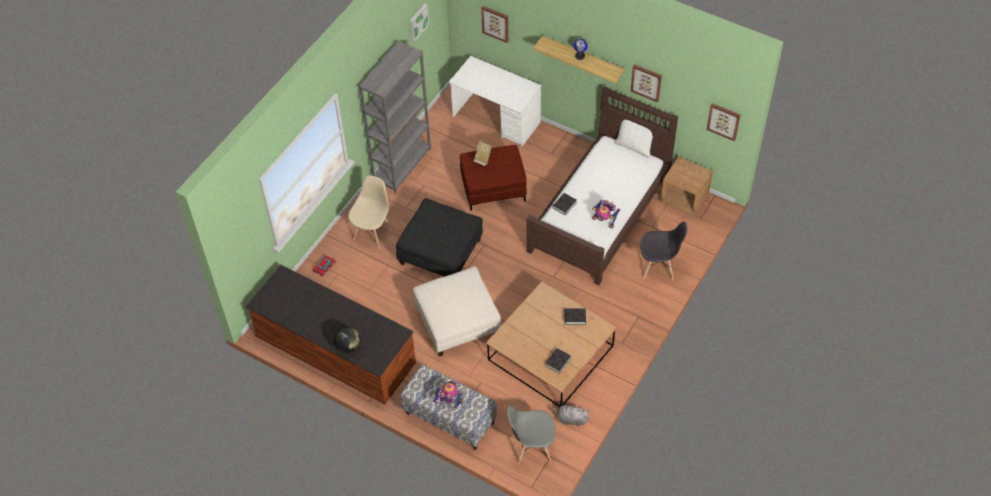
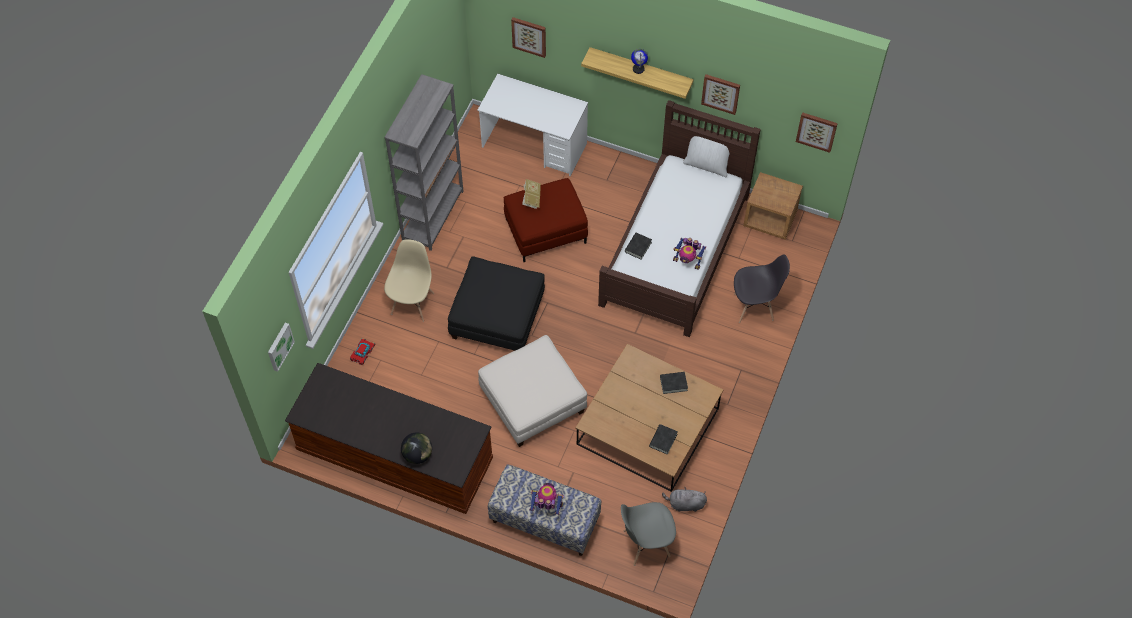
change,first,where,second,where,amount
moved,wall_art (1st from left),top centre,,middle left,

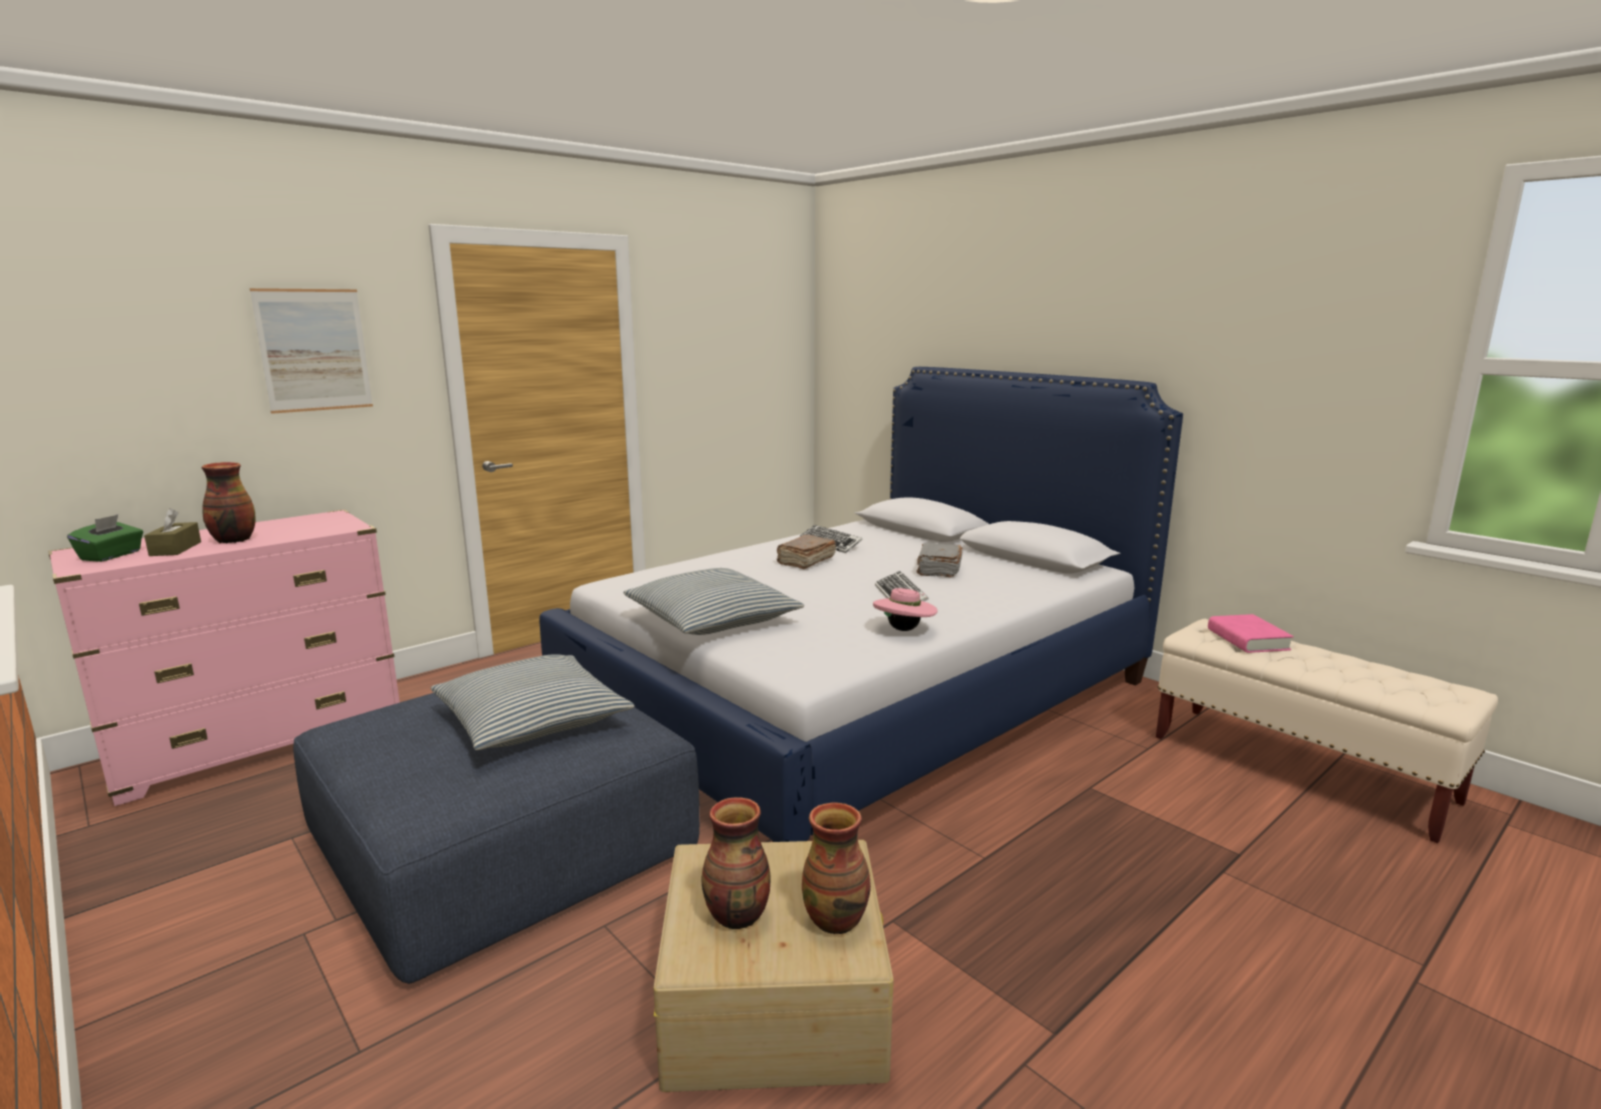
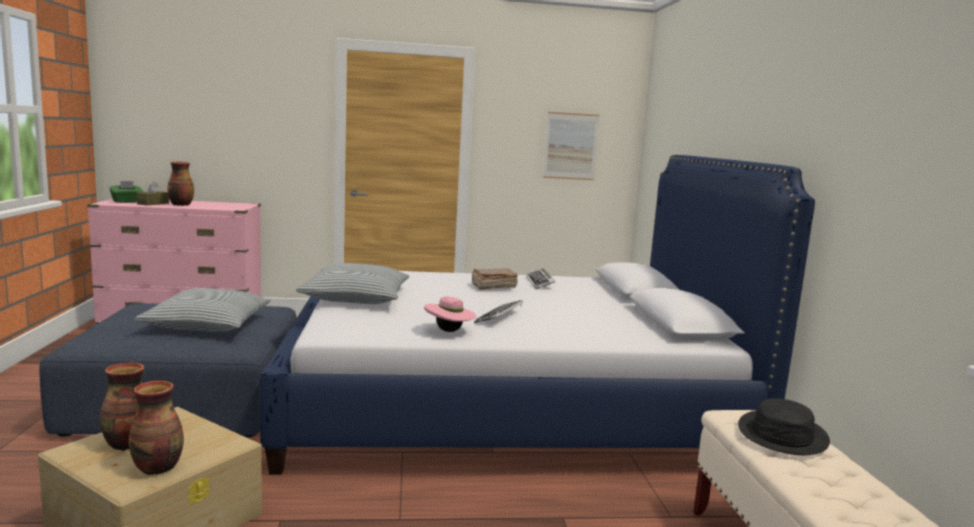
change,first,where,second,where,amount
removed,greyish_volume,centre,,,
moved,wall_art,top left,,top centre,
replaced,pink_volume,middle right,black_clothing_hat,bottom right,

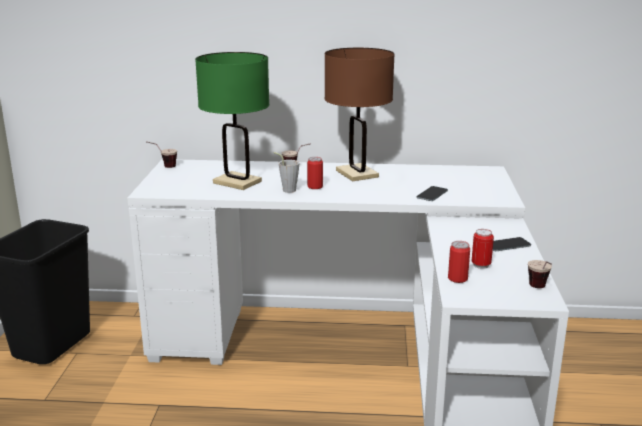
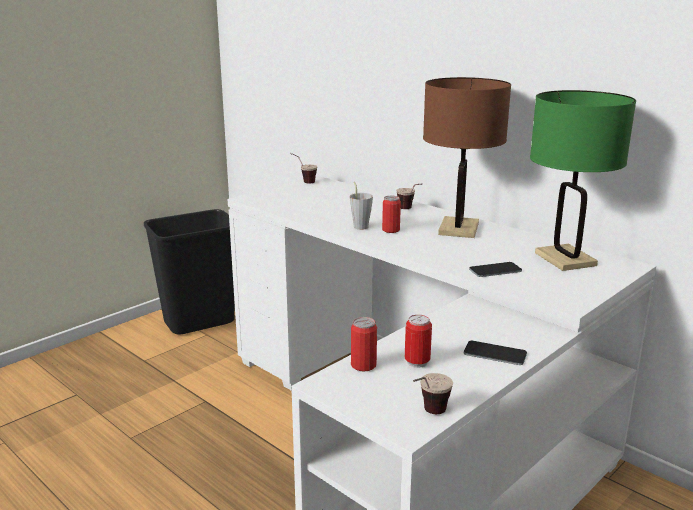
change,first,where,second,where,amount
moved,green-coloured_tabletop_lamp,top centre,,middle right,

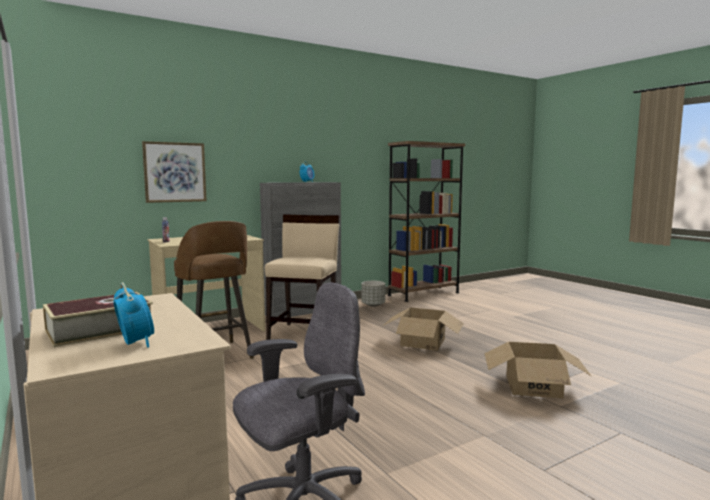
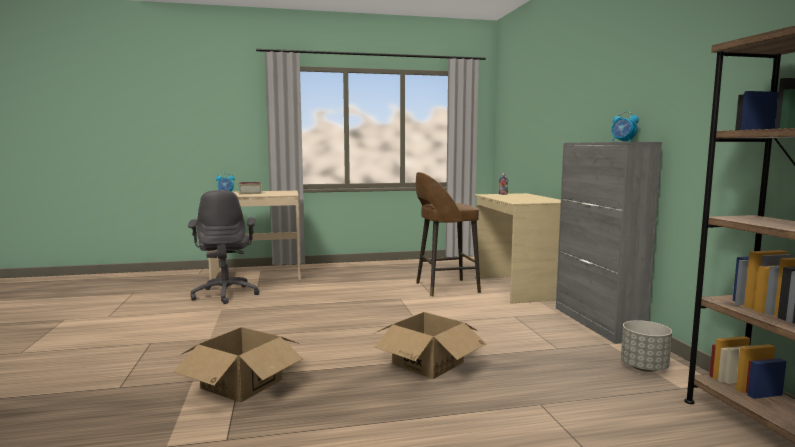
change,first,where,second,where,amount
removed,wall_art,middle left,,,
removed,sand-coloured_chair,centre,,,

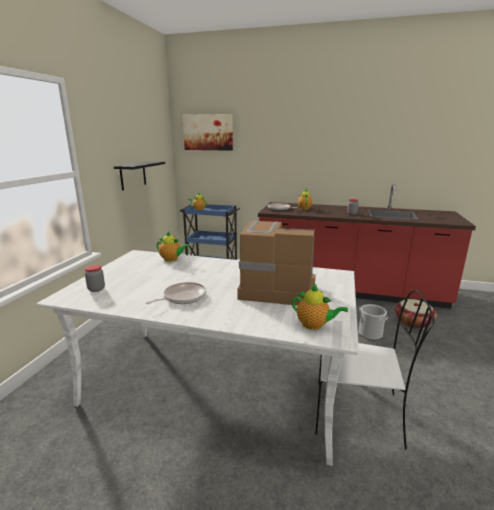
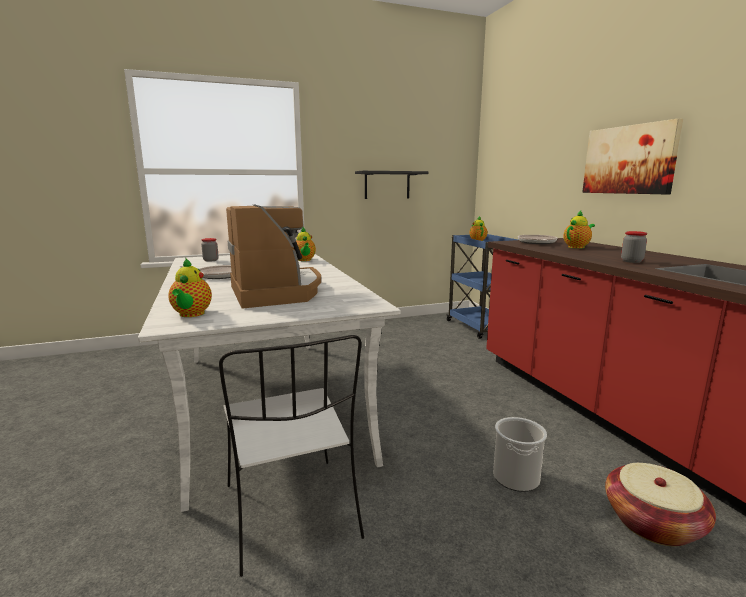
change,first,where,second,where,amount
moved,wall_art,top centre,,top right,

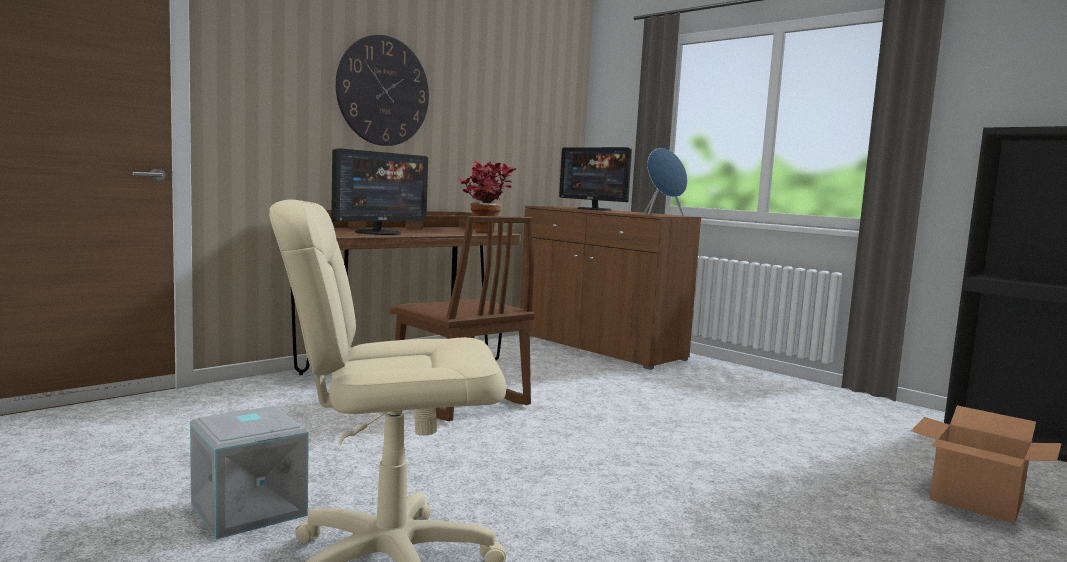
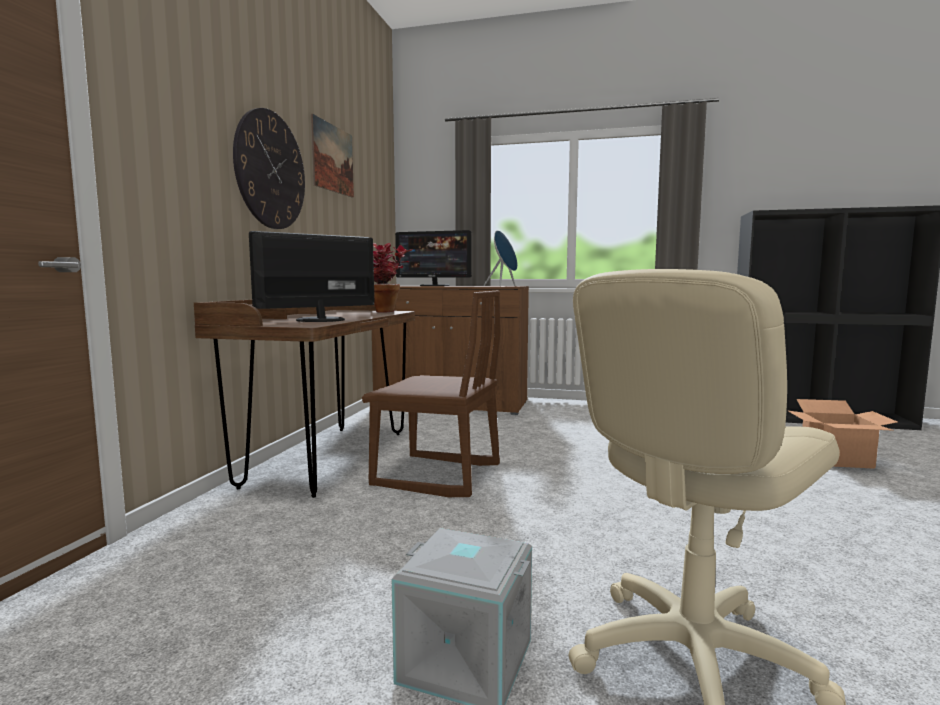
change,first,where,second,where,amount
added,,,wall_art,top centre,
turned,computer_screen (1st from left),centre,,middle left,135 degrees counterclockwise

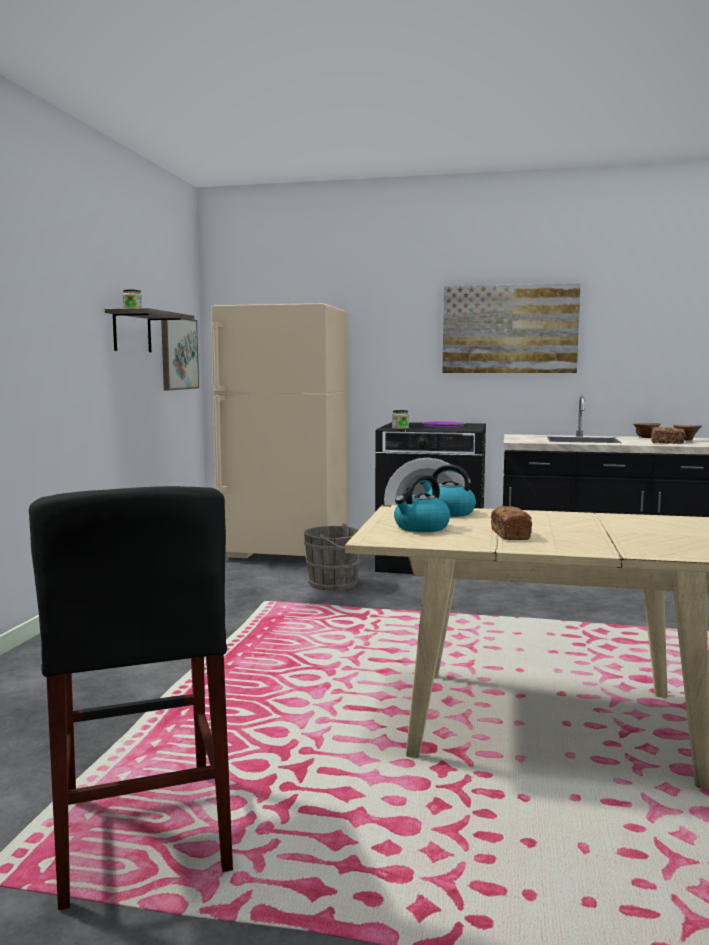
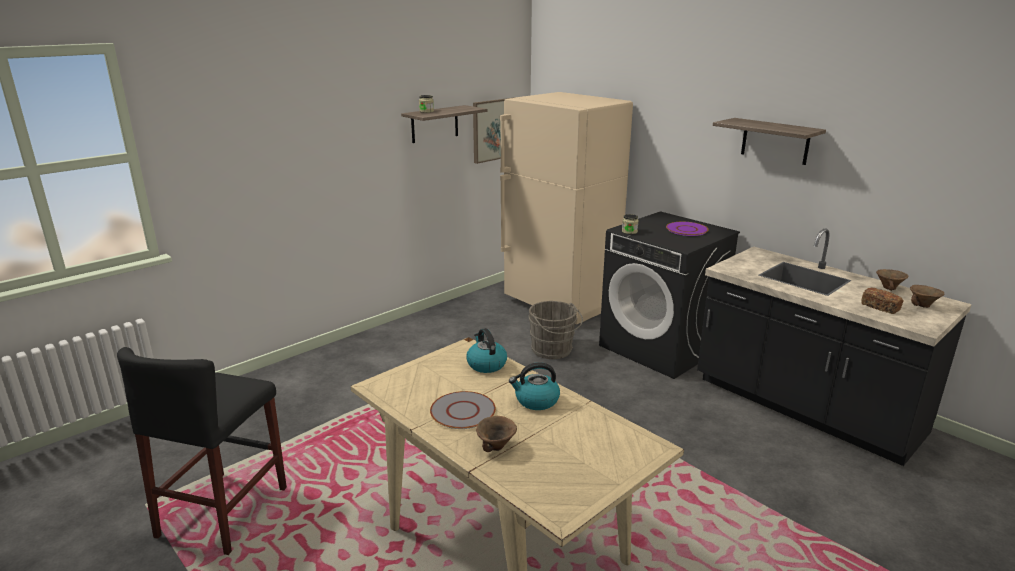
change,first,where,second,where,amount
added,,,brown-coloured_deep_dish (1st from left),bottom centre,
moved,water_kettle (1st from left in the first image),centre,water_kettle (2nd from left),bottom centre,
replaced,wall_art (2nd from left),middle right,wall_shelf (2nd from left),top right,
replaced,bread (1st from left),middle right,greyish_flat_dish,bottom centre,

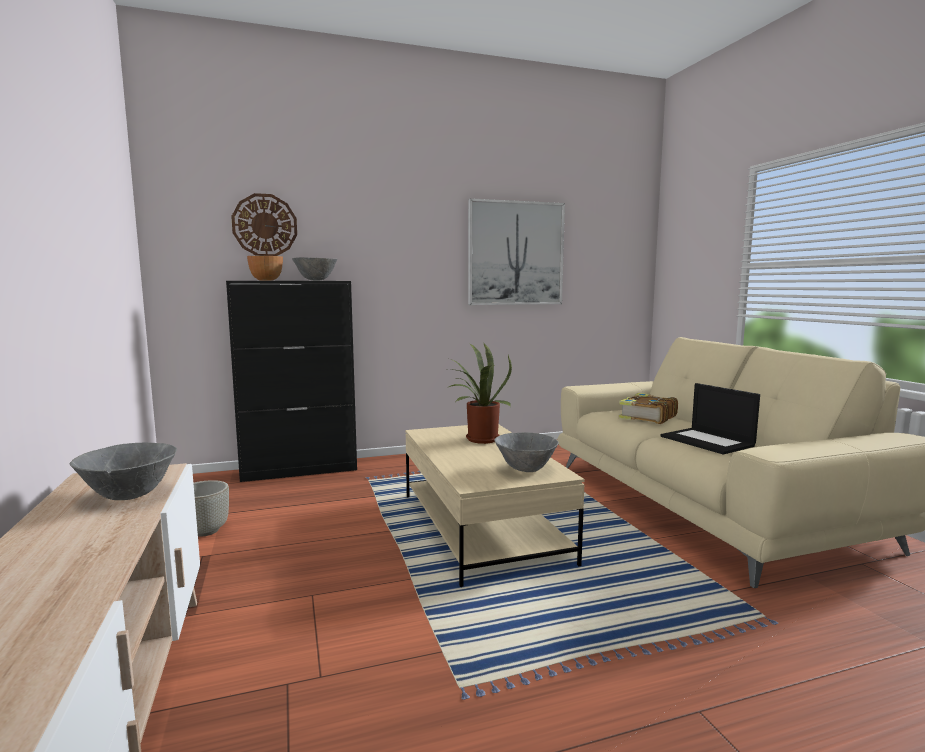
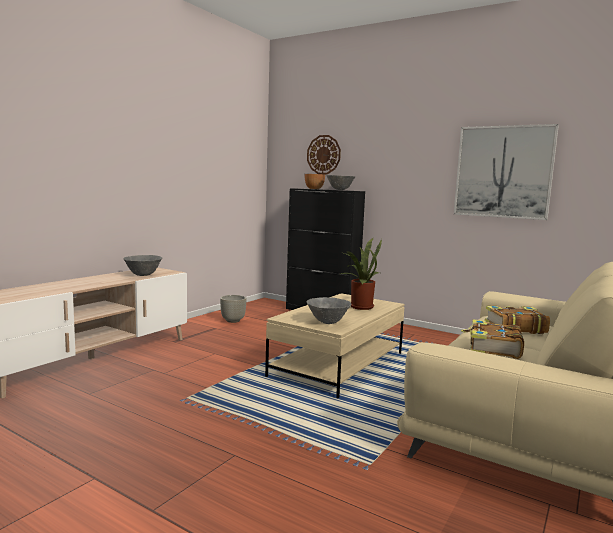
change,first,where,second,where,amount
replaced,portable_computer,middle right,volume (1st from left),middle right,

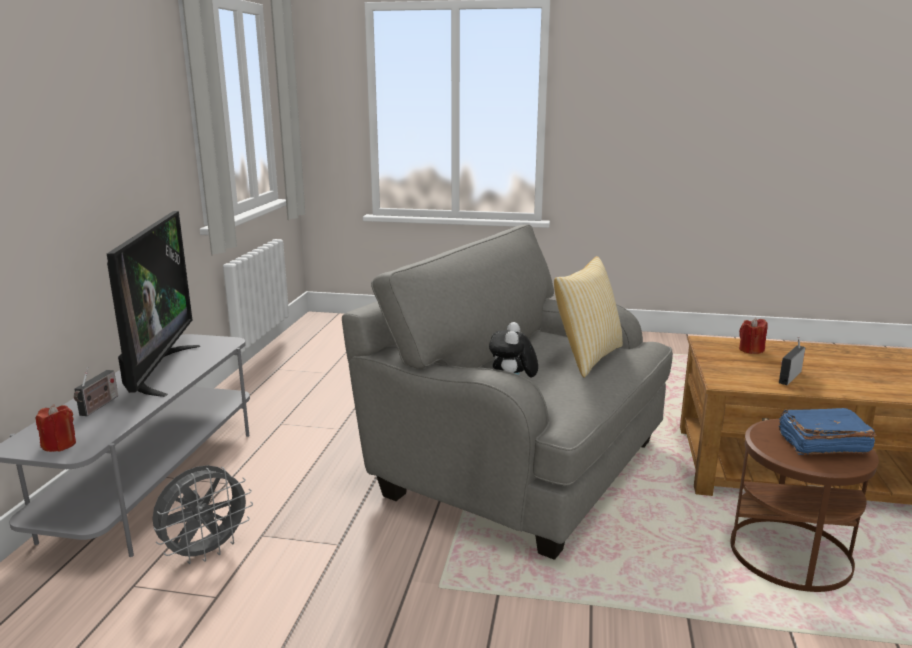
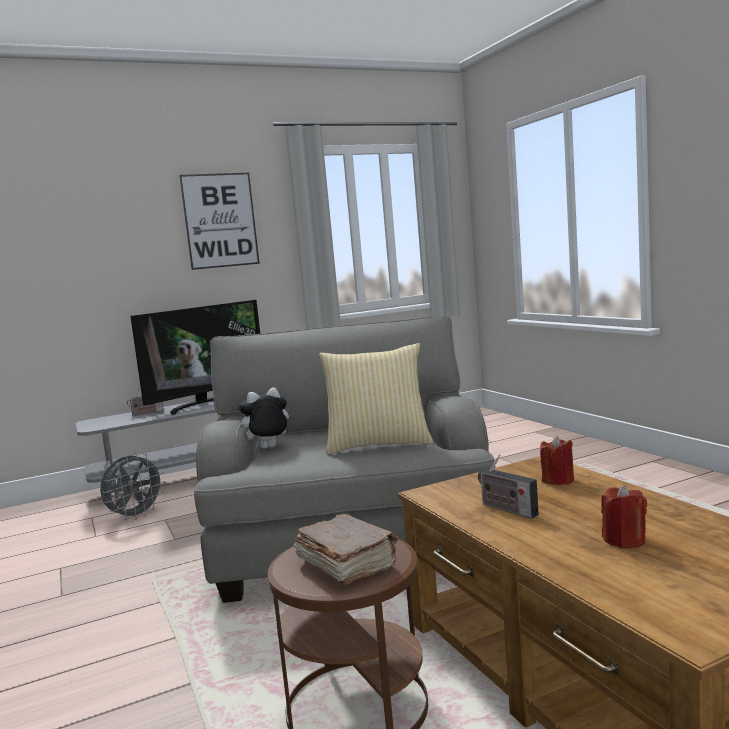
change,first,where,second,where,amount
added,,,wall_art,top left,
moved,red_wax_light (1st from left in the first image),middle left,red_wax_light (2nd from left),bottom right,
recoloured,blue_volume,middle right,brown-coloured_volume,bottom centre,
turned,greyish_electric_fan,bottom left,,bottom left,60 degrees counterclockwise
turned,radio_receiver (2nd from left),middle right,,bottom right,135 degrees counterclockwise

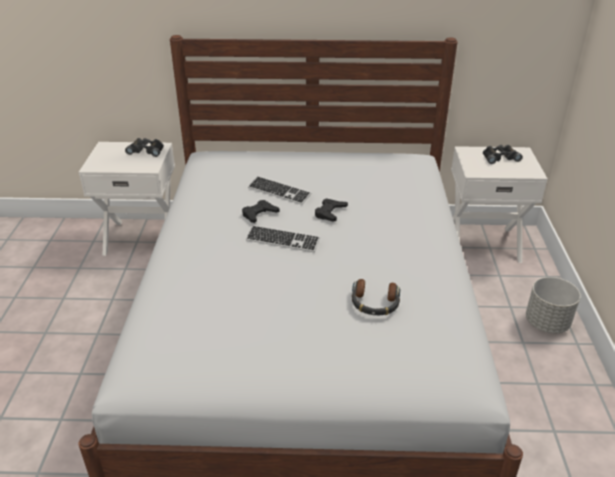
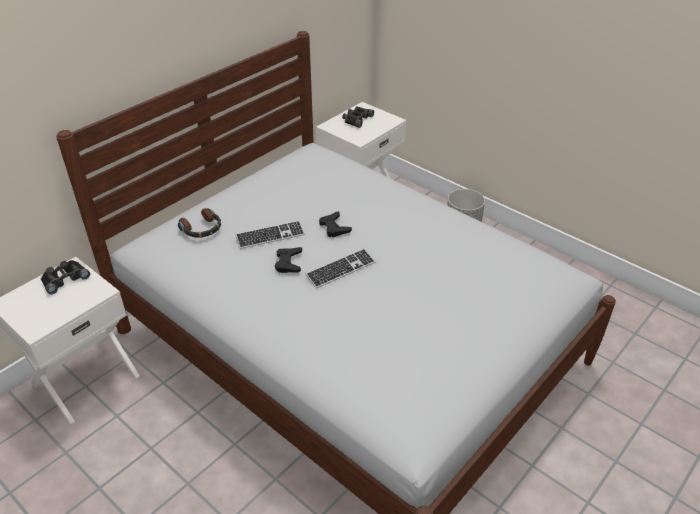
change,first,where,second,where,amount
moved,pair_of_headphones,centre,,middle left,

